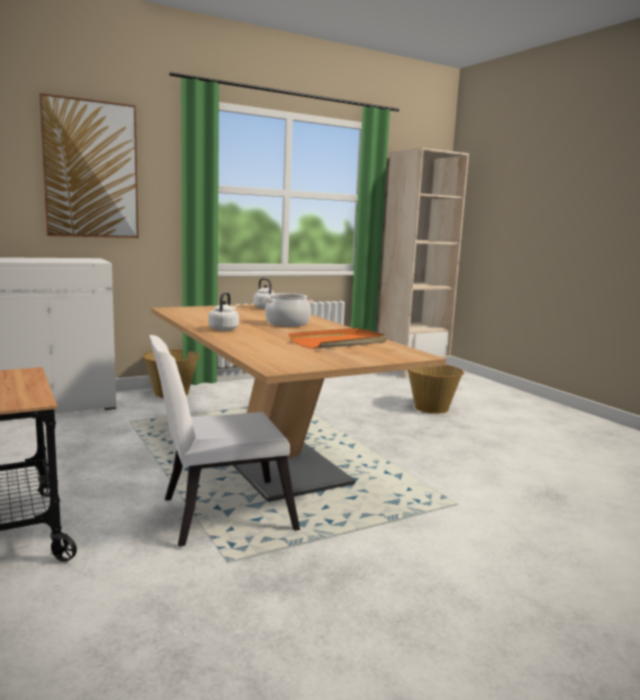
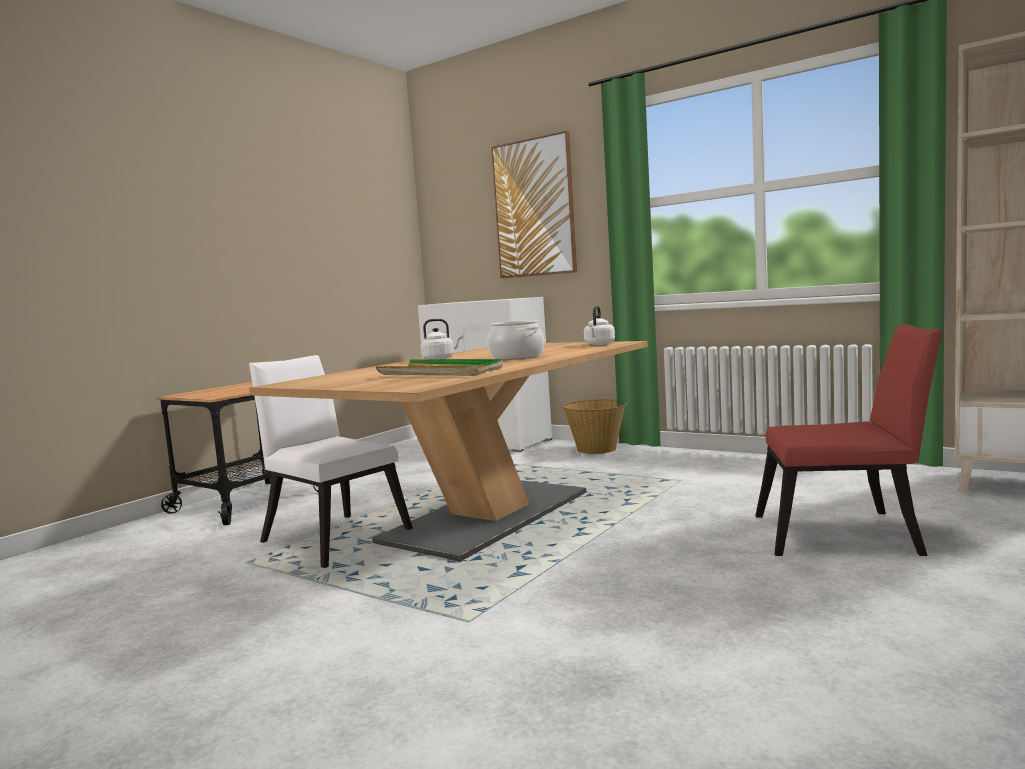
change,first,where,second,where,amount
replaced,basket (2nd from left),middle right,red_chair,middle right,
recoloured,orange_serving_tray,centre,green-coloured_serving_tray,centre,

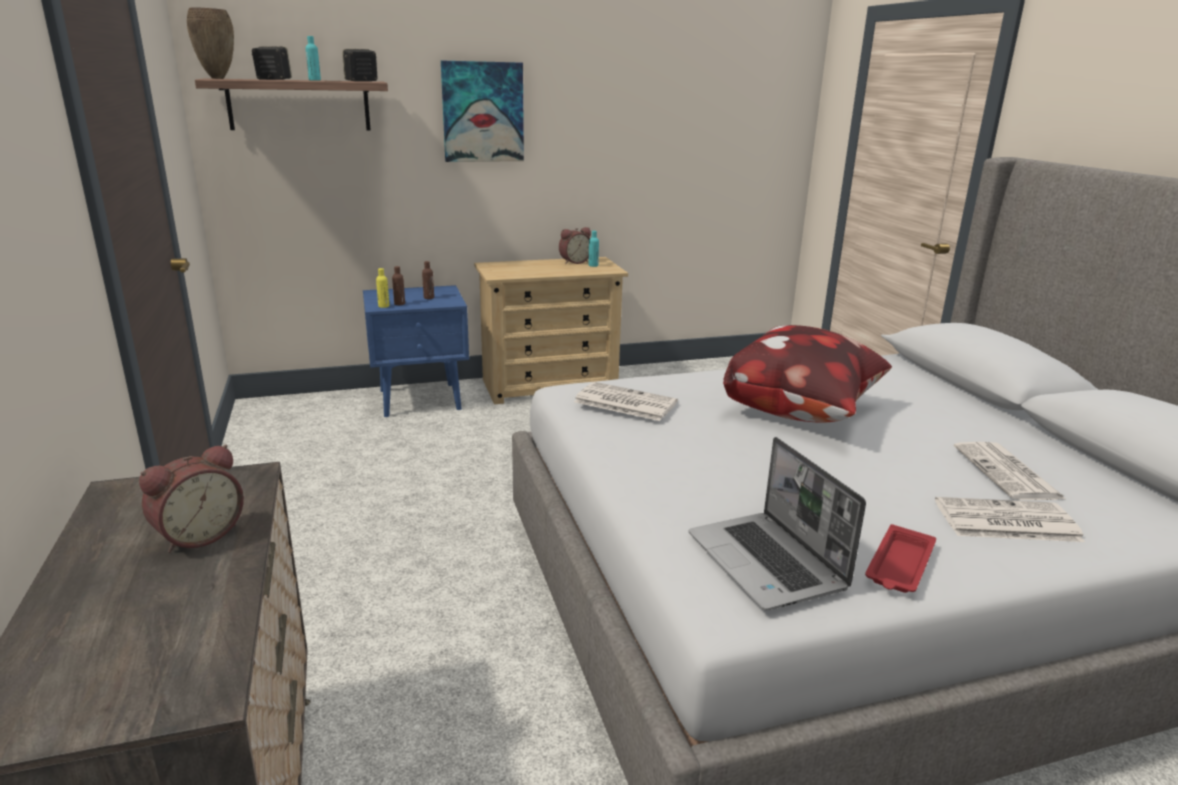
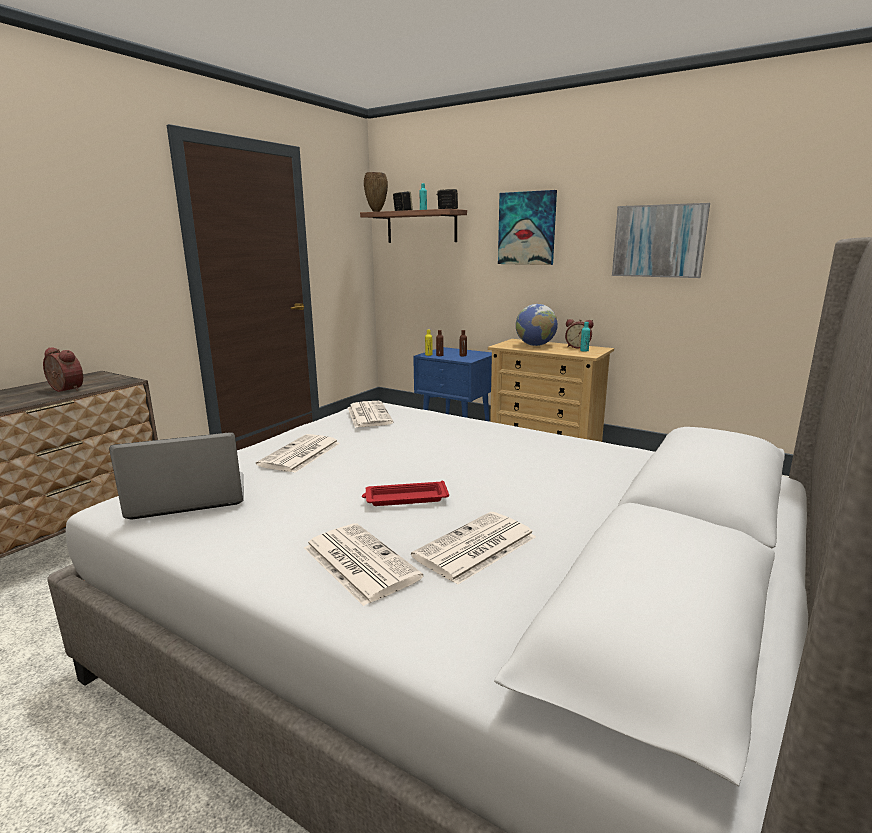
change,first,where,second,where,amount
removed,cushion,middle right,,,
added,,,daily_paper (1st from left),centre,
added,,,globe,centre,
added,,,wall_art (2nd from left),top right,
moved,red_serving_tray,bottom right,,centre,
turned,bedside_clock (1st from left),middle left,,middle left,150 degrees counterclockwise
turned,portable_computer,bottom centre,,middle left,45 degrees clockwise

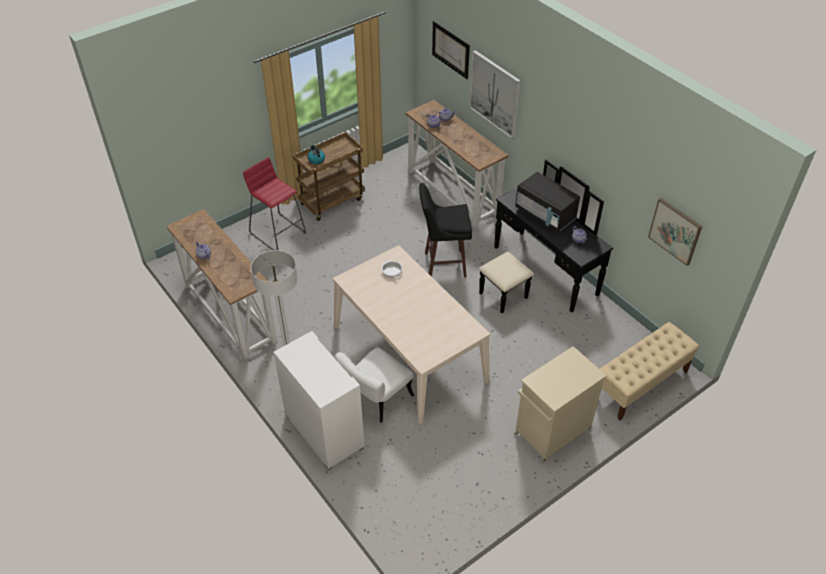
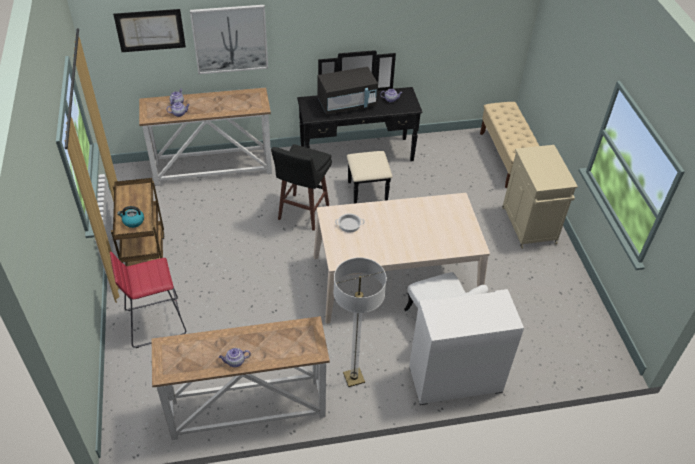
change,first,where,second,where,amount
removed,wall_art (3rd from left),middle right,,,

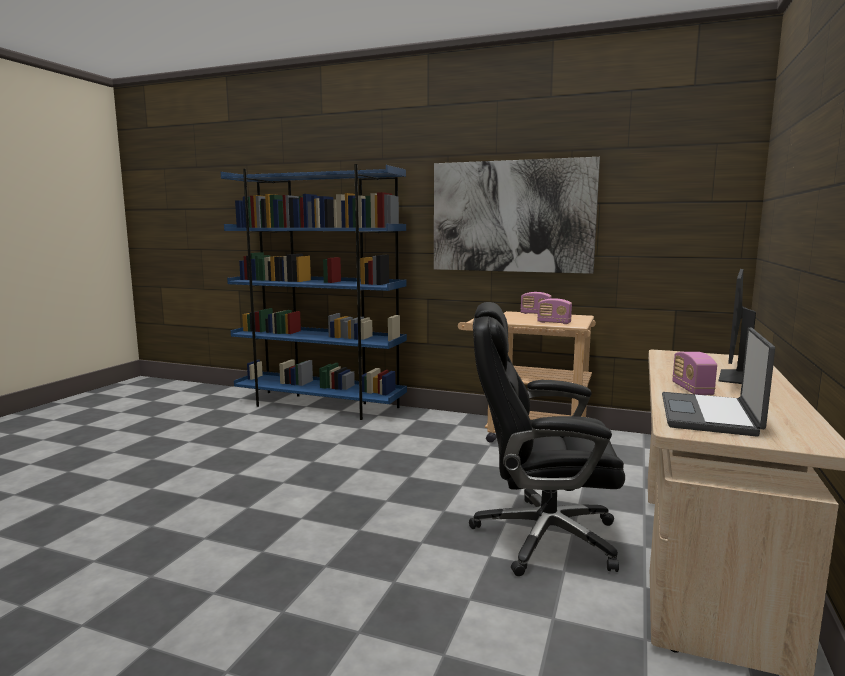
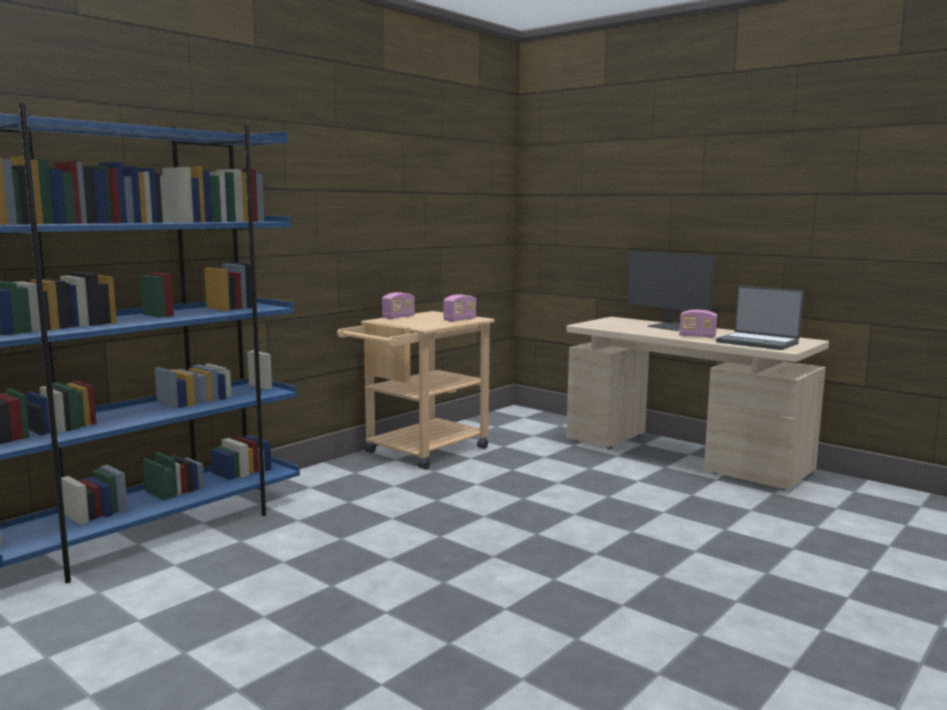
change,first,where,second,where,amount
removed,wall_art,top centre,,,
removed,black_office_chair,centre,,,

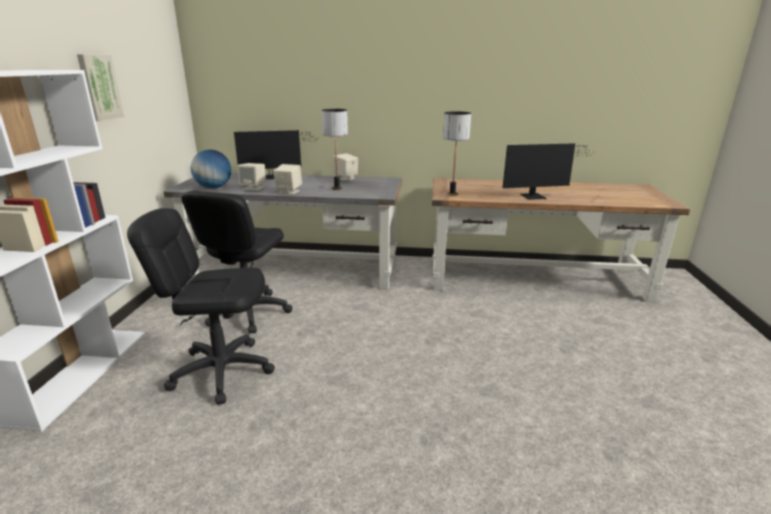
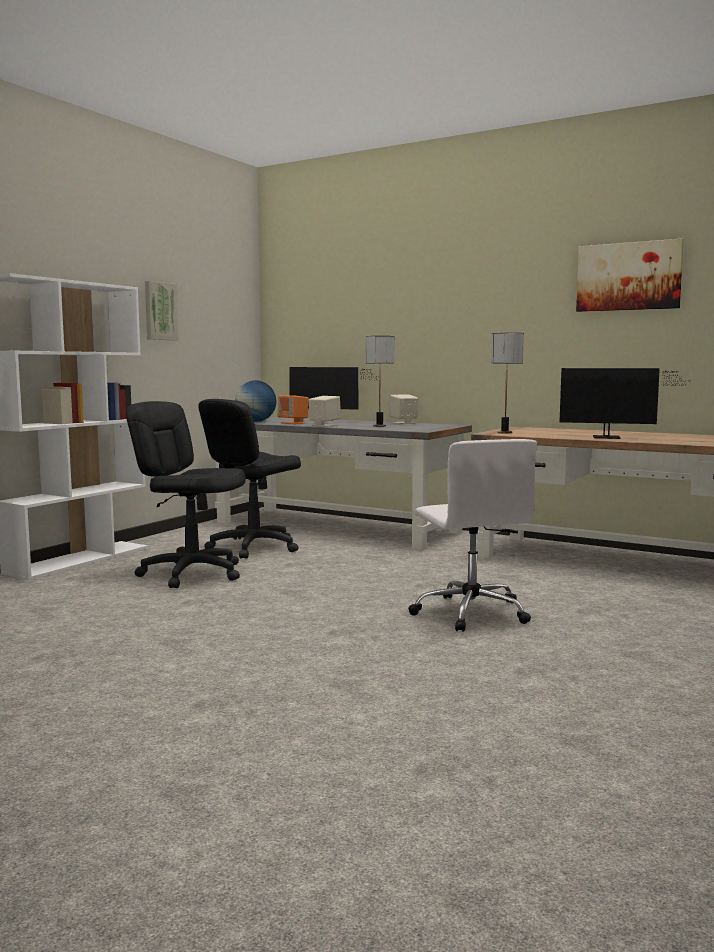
change,first,where,second,where,amount
added,,,white-coloured_office_chair,centre,
added,,,wall_art (2nd from left),top right,
recoloured,sand-coloured_speaker (1st from left),middle left,orange_speaker,centre,

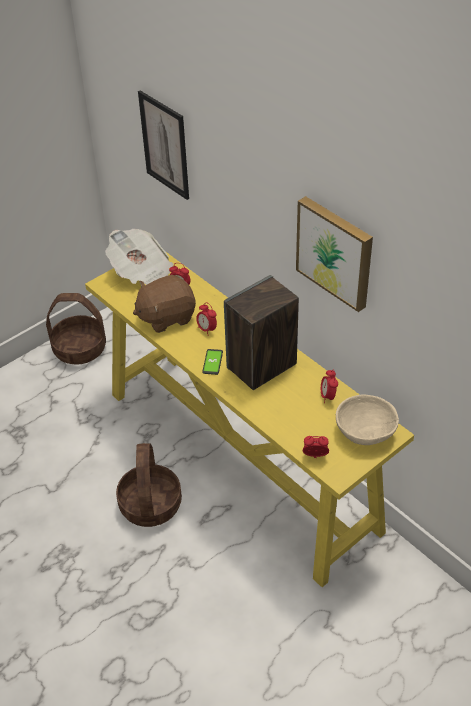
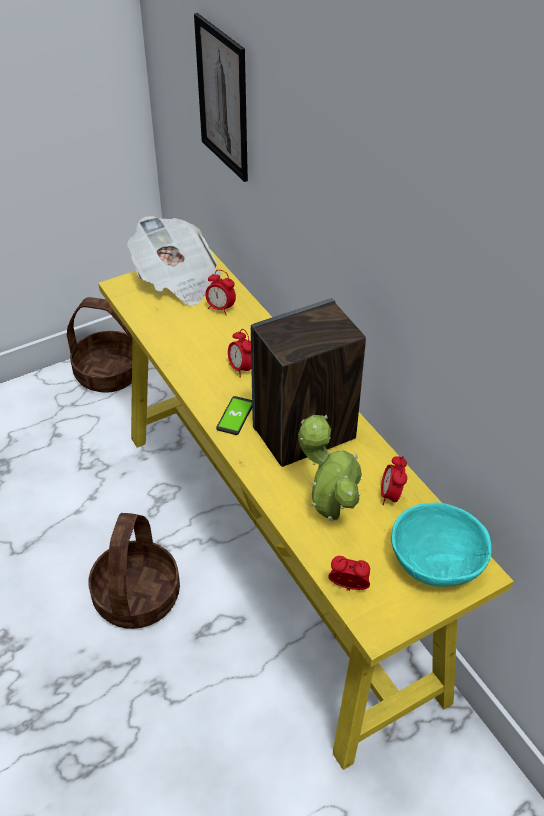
change,first,where,second,where,amount
removed,brown-coloured_soft_toy,centre,,,
removed,wall_art (2nd from left),middle right,,,
added,,,houseplant,centre,
recoloured,sand-coloured_deep_dish,middle right,turquoise_deep_dish,bottom right,

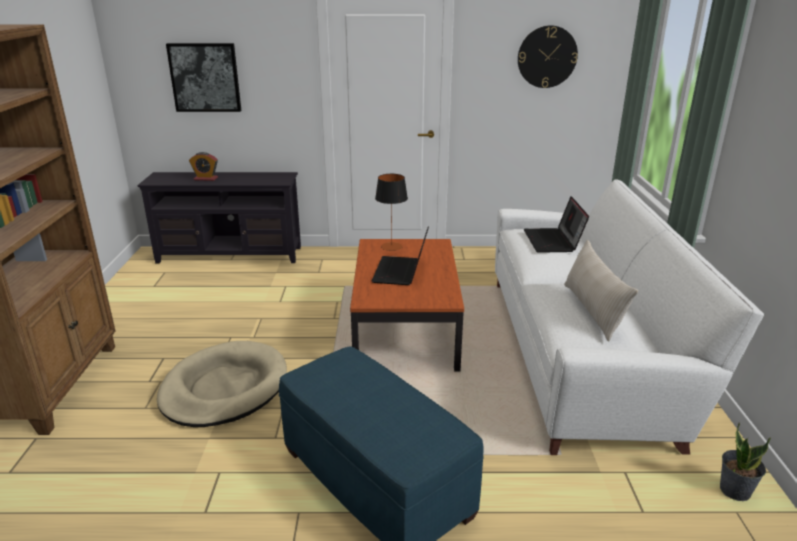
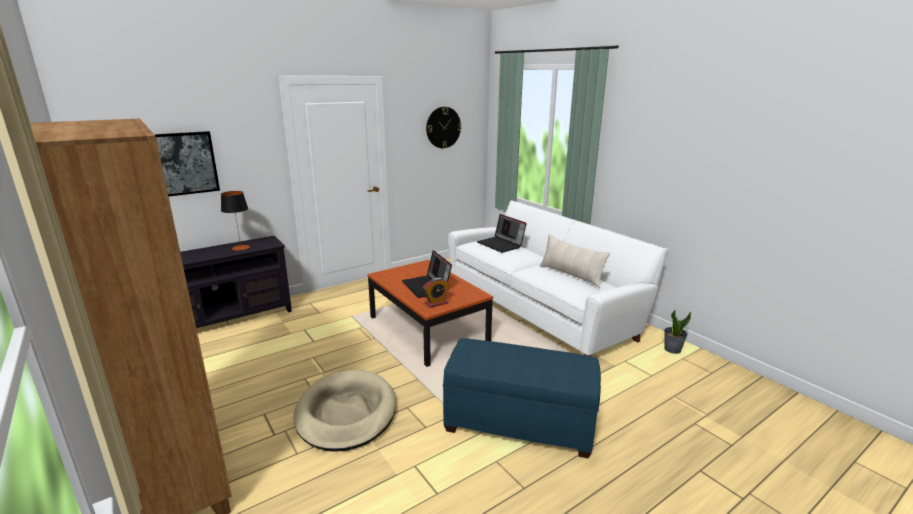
change,first,where,second,where,amount
moved,bedside_clock,top left,,centre,
moved,tabletop_lamp,centre,,middle left,

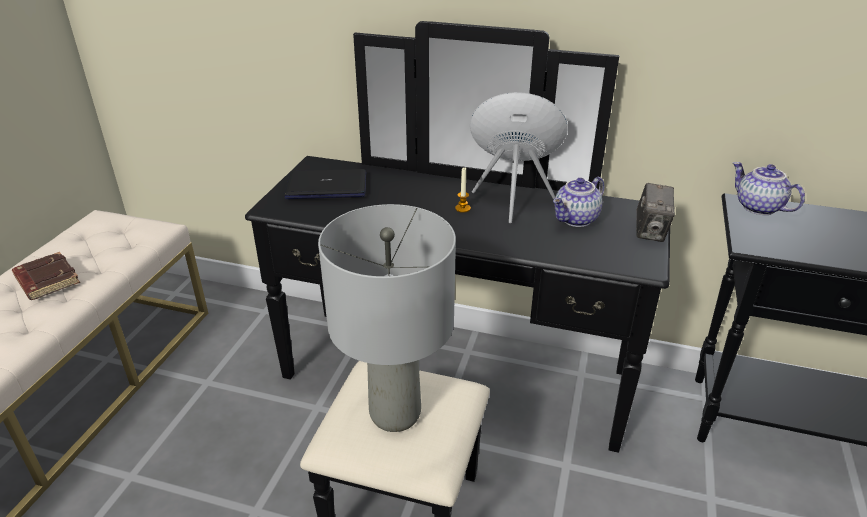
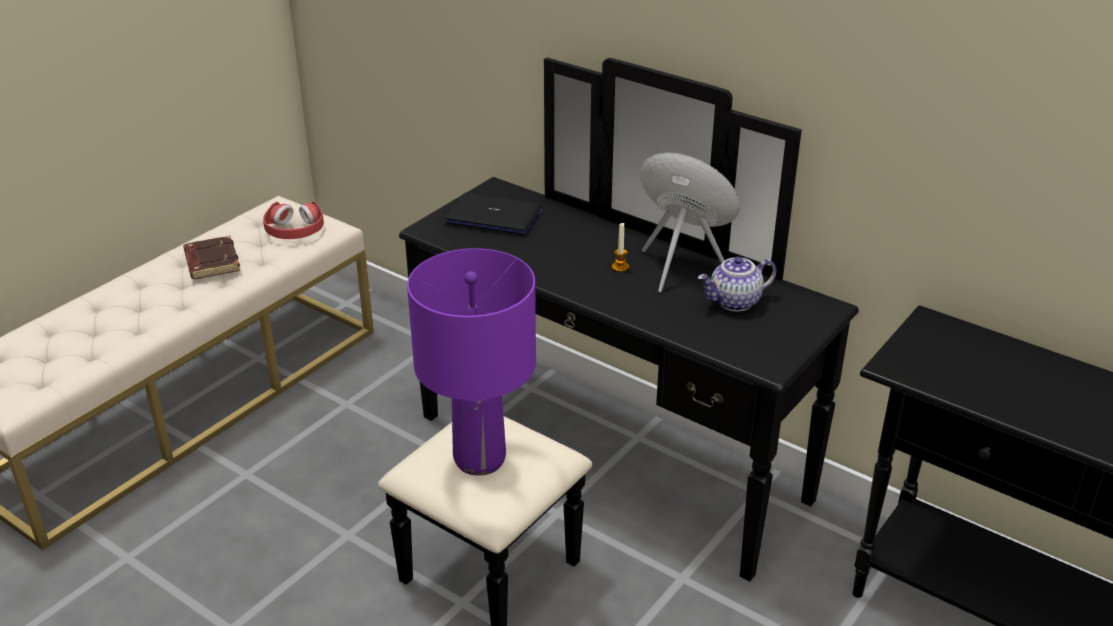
change,first,where,second,where,amount
removed,still_camera,middle right,,,
removed,pot_for_tea (2nd from left),middle right,,,
added,,,red_pair_of_headphones,middle left,
recoloured,greyish_tabletop_lamp,centre,purple_tabletop_lamp,centre,

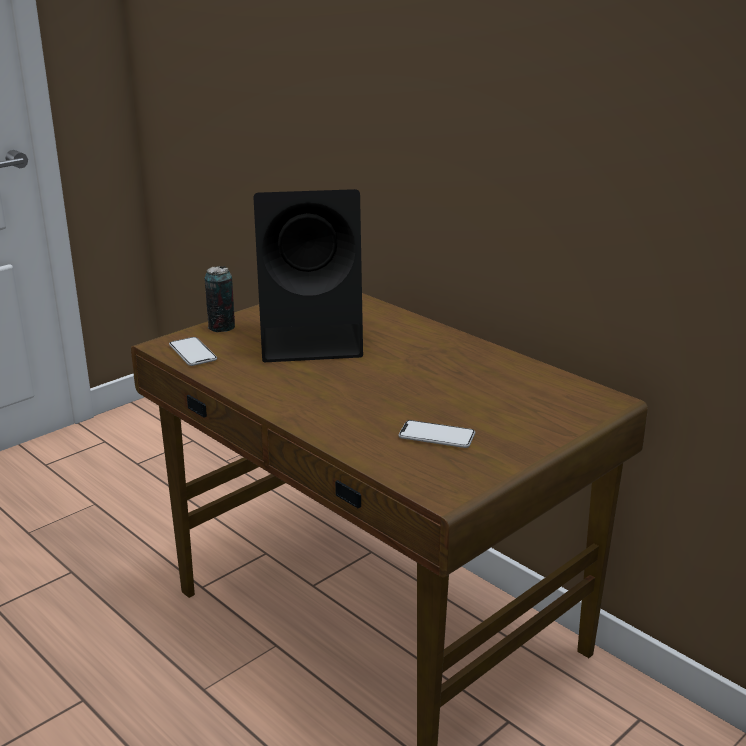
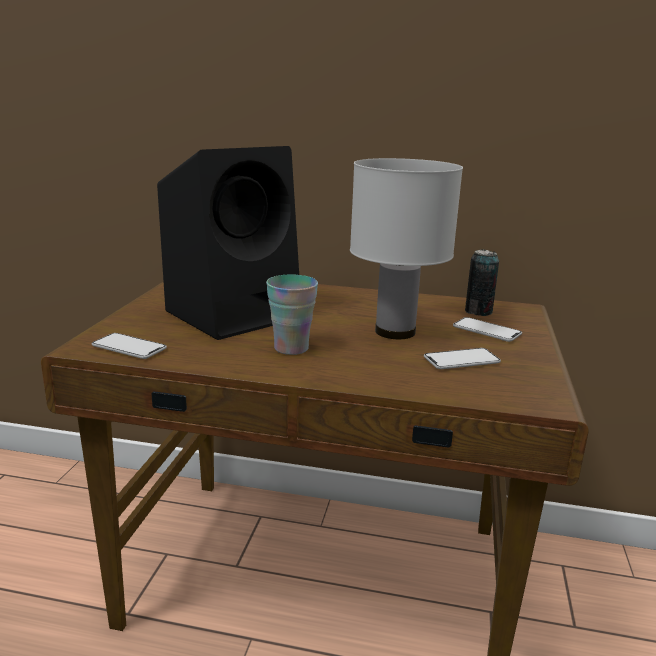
change,first,where,second,where,amount
added,,,cup,centre,
added,,,white-coloured_tabletop_lamp,centre,
added,,,phone (3rd from left),middle right,
moved,metal_can,middle left,,middle right,

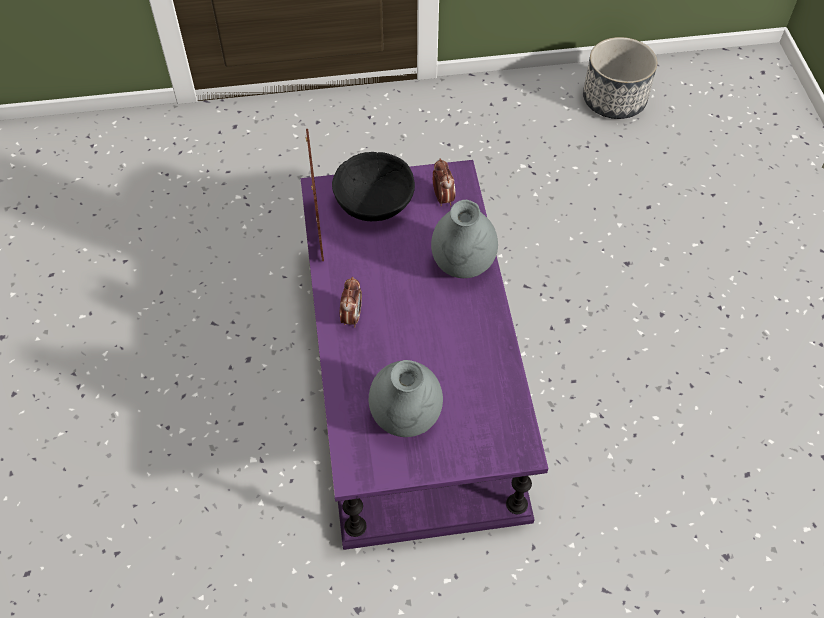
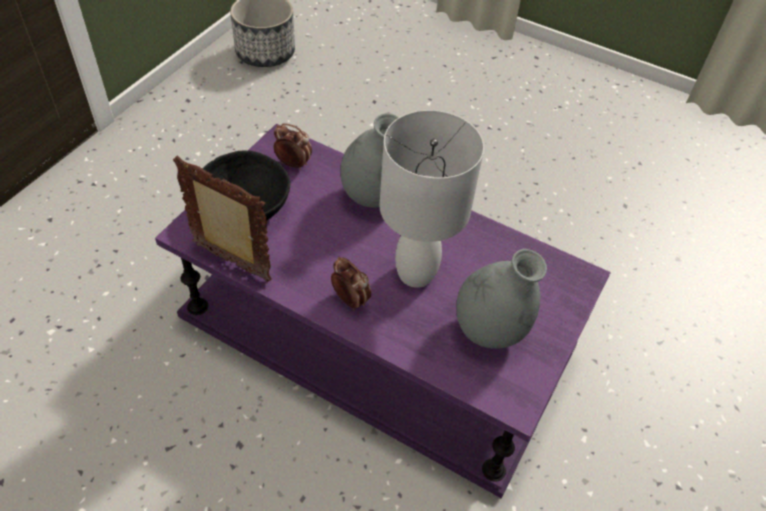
change,first,where,second,where,amount
added,,,white-coloured_tabletop_lamp,centre,

